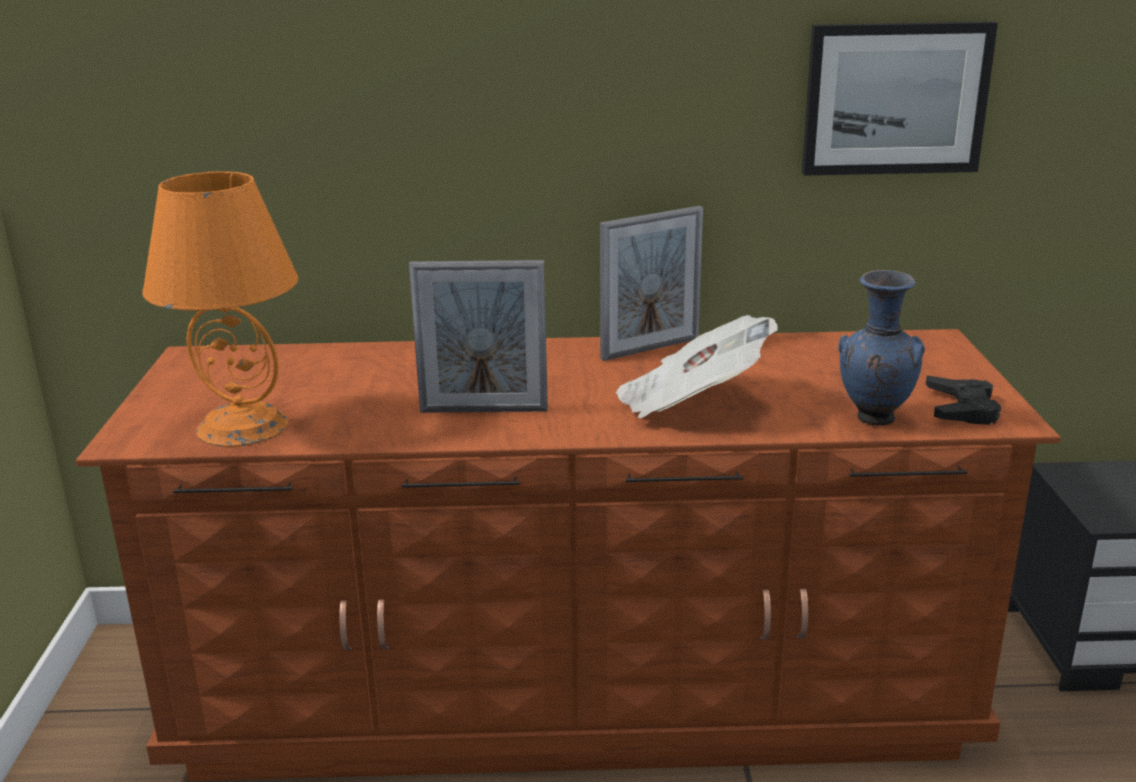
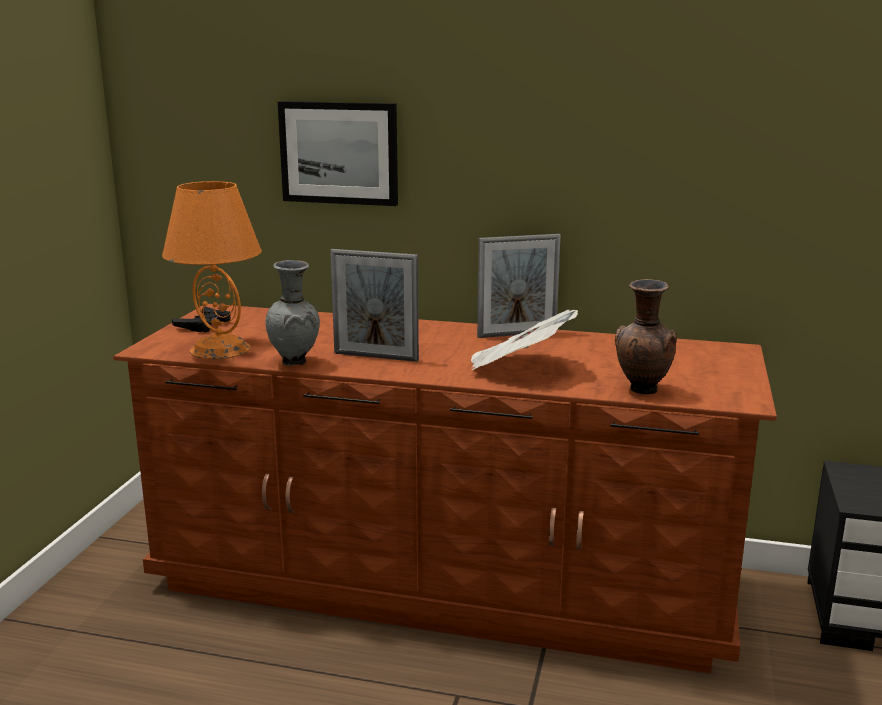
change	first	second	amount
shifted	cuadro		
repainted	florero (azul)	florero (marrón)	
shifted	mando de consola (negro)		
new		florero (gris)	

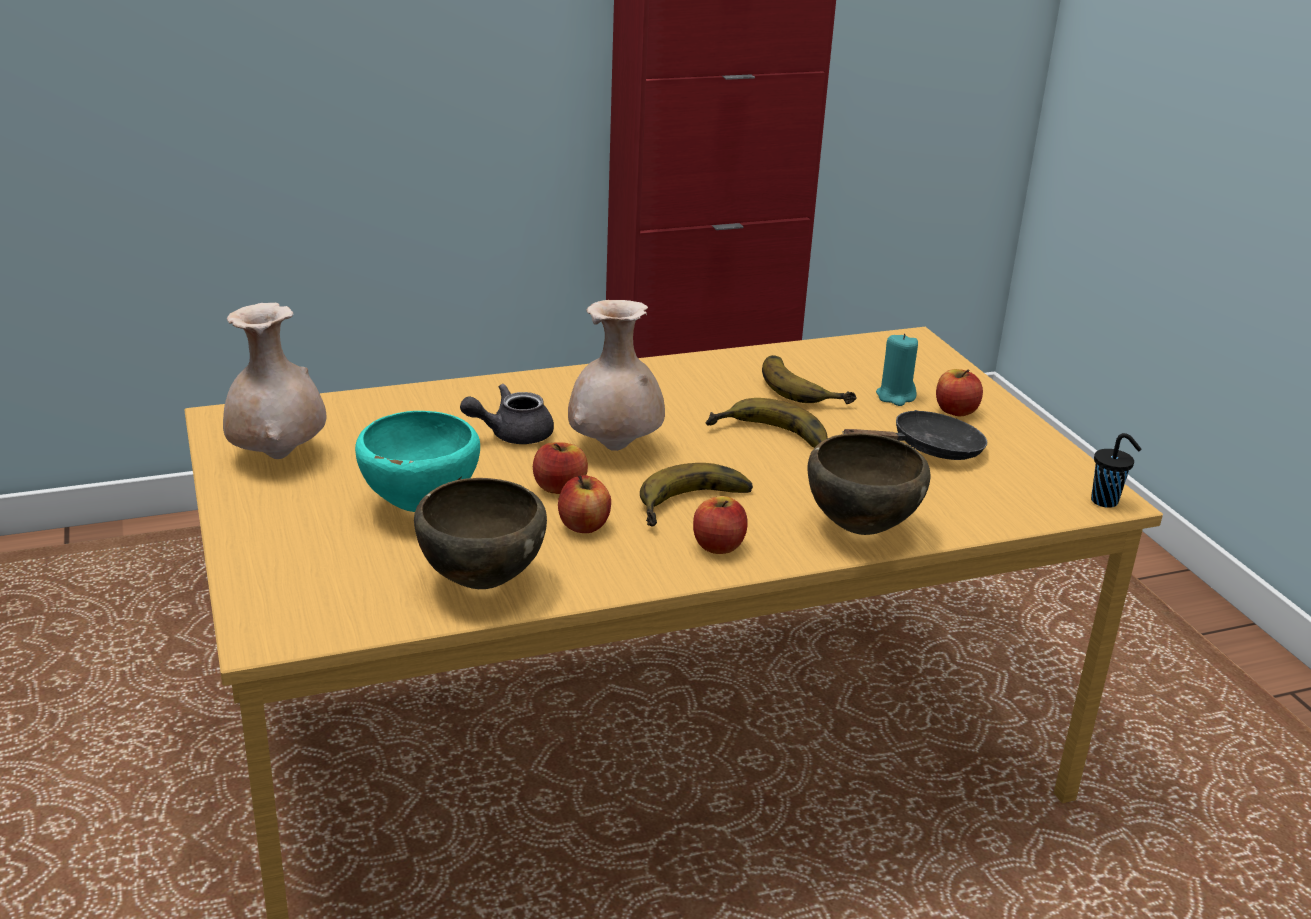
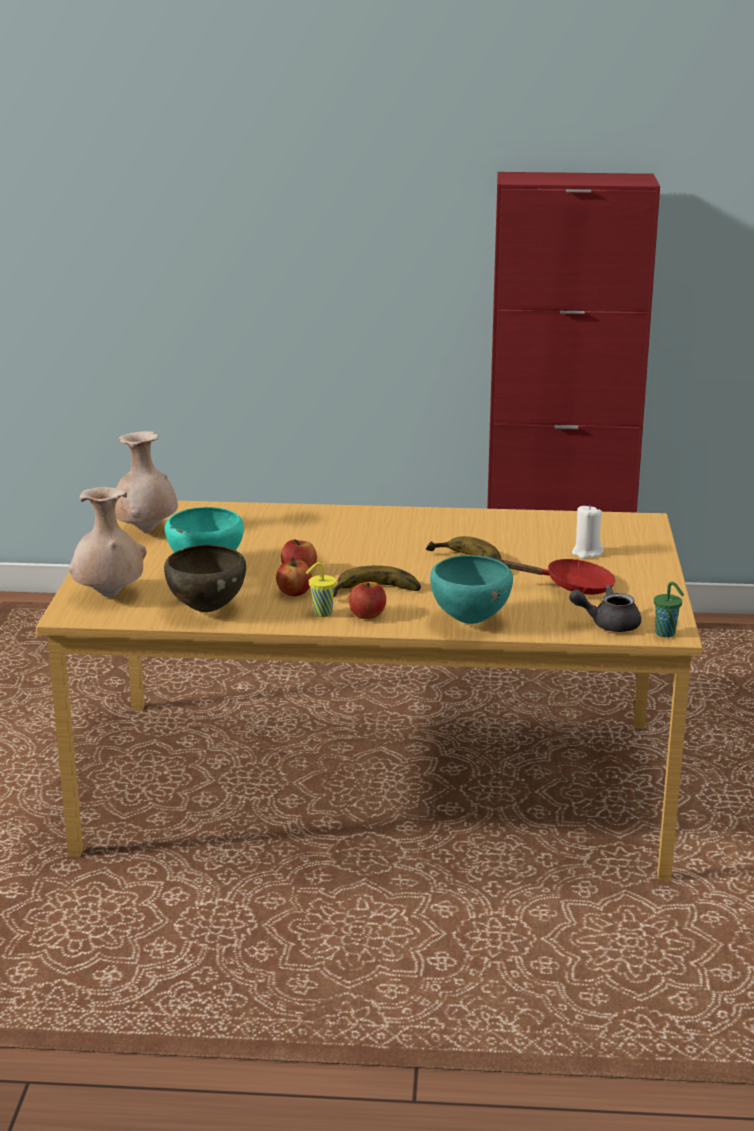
change	first	second	amount
shifted	tetera (gris)		
shifted	florero (beis) (no. 2 from left in the first image)	florero (beis) (no. 1 from left)	
gone	plátano (no. 3 from left)		
repainted	cuenco (marrón) (no. 2 from left)	cuenco (turquesa) (no. 2 from left)	
repainted	sartén (negro)	sartén (rojo)	
repainted	vela (turquesa)	vela (blanco)	
gone	manzana (no. 4 from left)		
repainted	taza (negro)	taza (verde)	
new		taza (amarillo)	

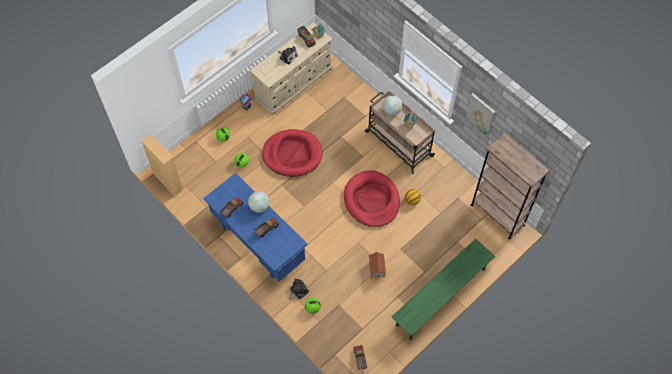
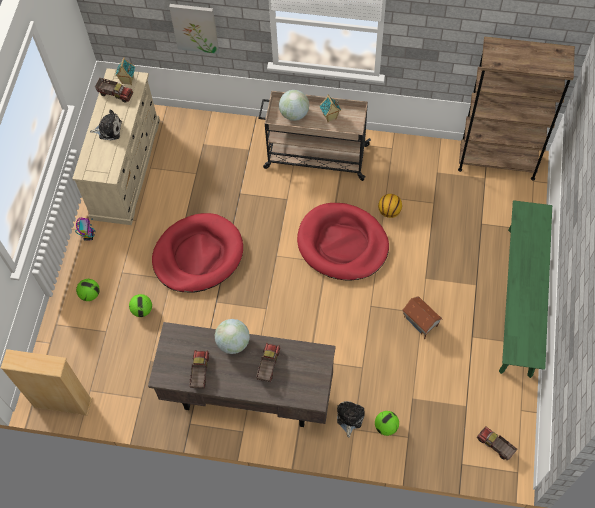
change	first	second	amount
repainted	escritorio (azul)	escritorio (marrón)	
shifted	cuadro		

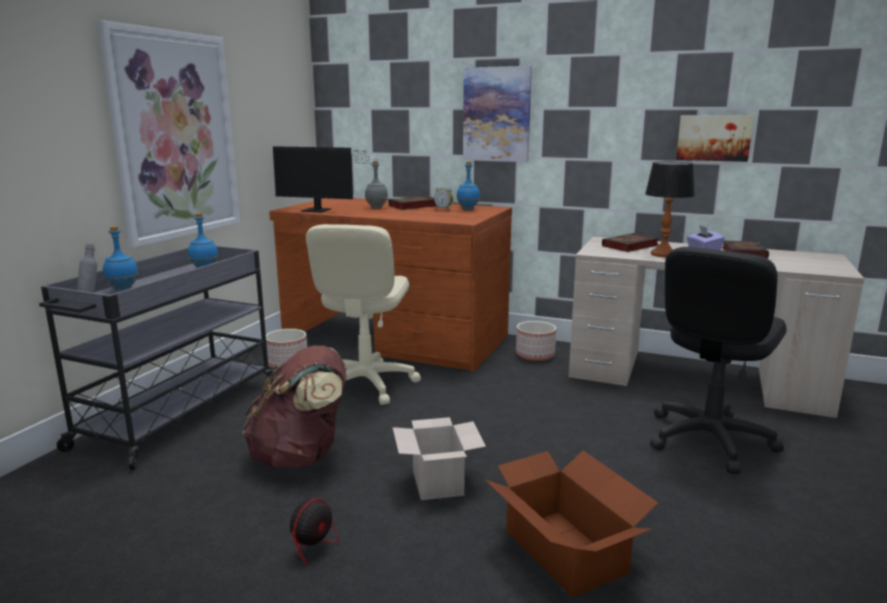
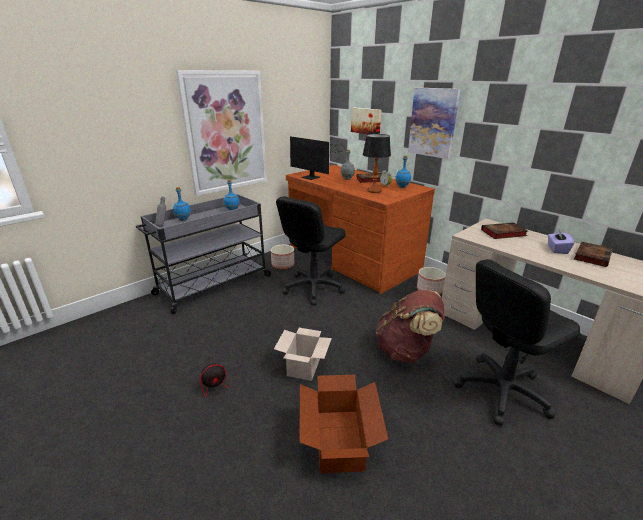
change	first	second	amount
shifted	mochila (marrón)		
repainted	silla de oficina (beis)	silla de oficina (negro) (no. 1 from left)	
shifted	lámpara de mesa		
shifted	cuadro (no. 3 from left in the first image)	cuadro (no. 2 from left)	

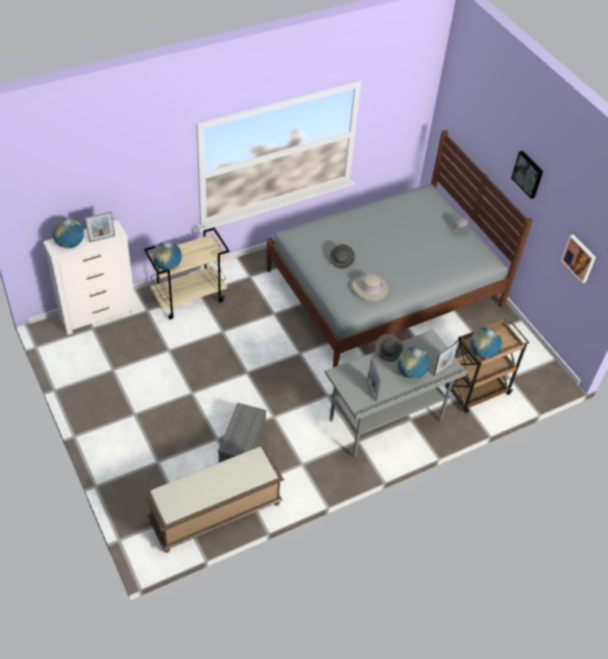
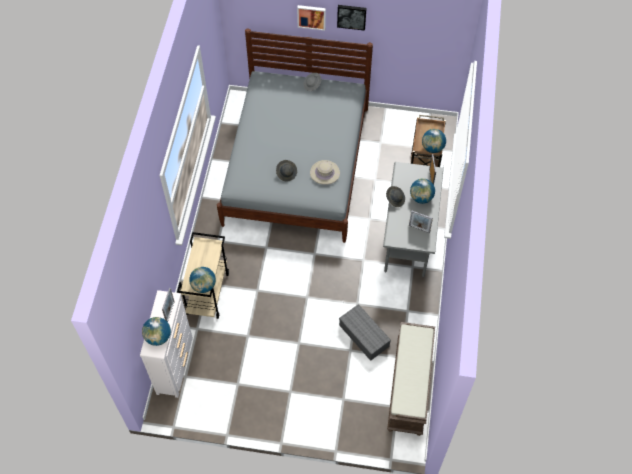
change	first	second	amount
shifted	cuadro (no. 2 from left in the first image)	cuadro (no. 1 from left)	

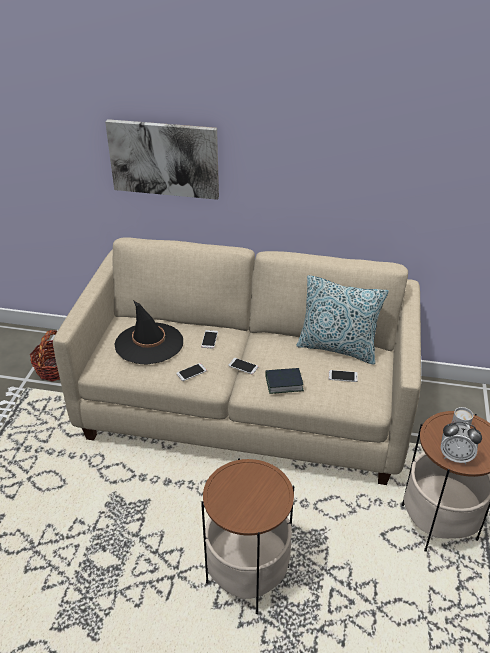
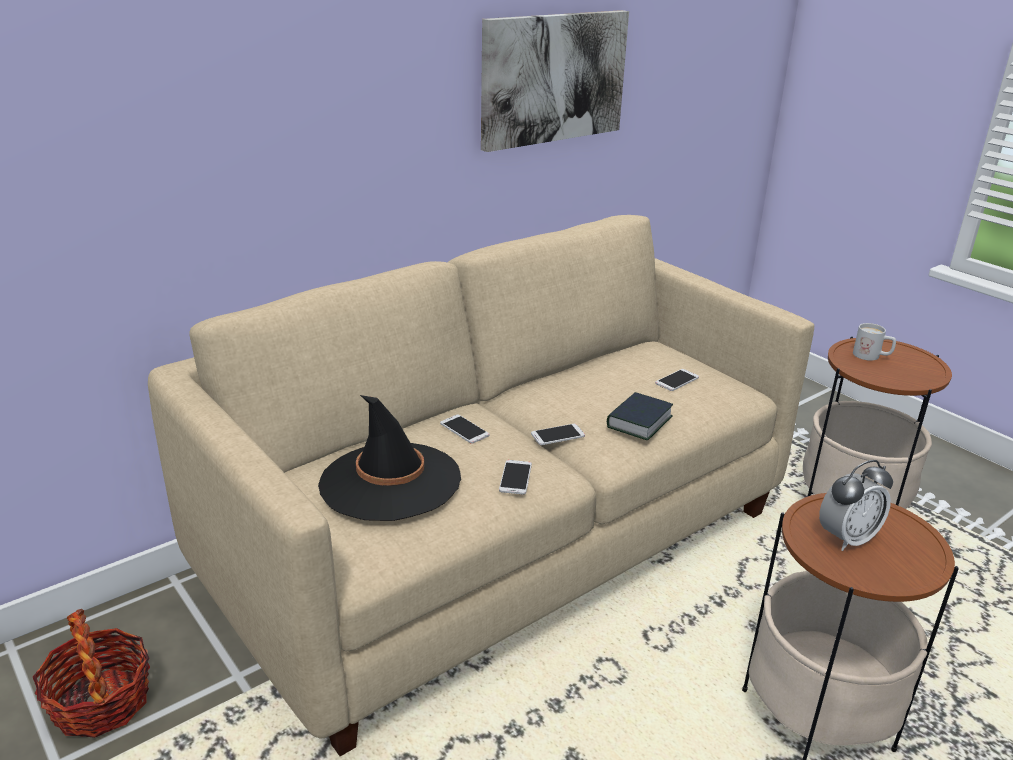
change	first	second	amount
shifted	cuadro		
gone	cojín		
shifted	despertador		

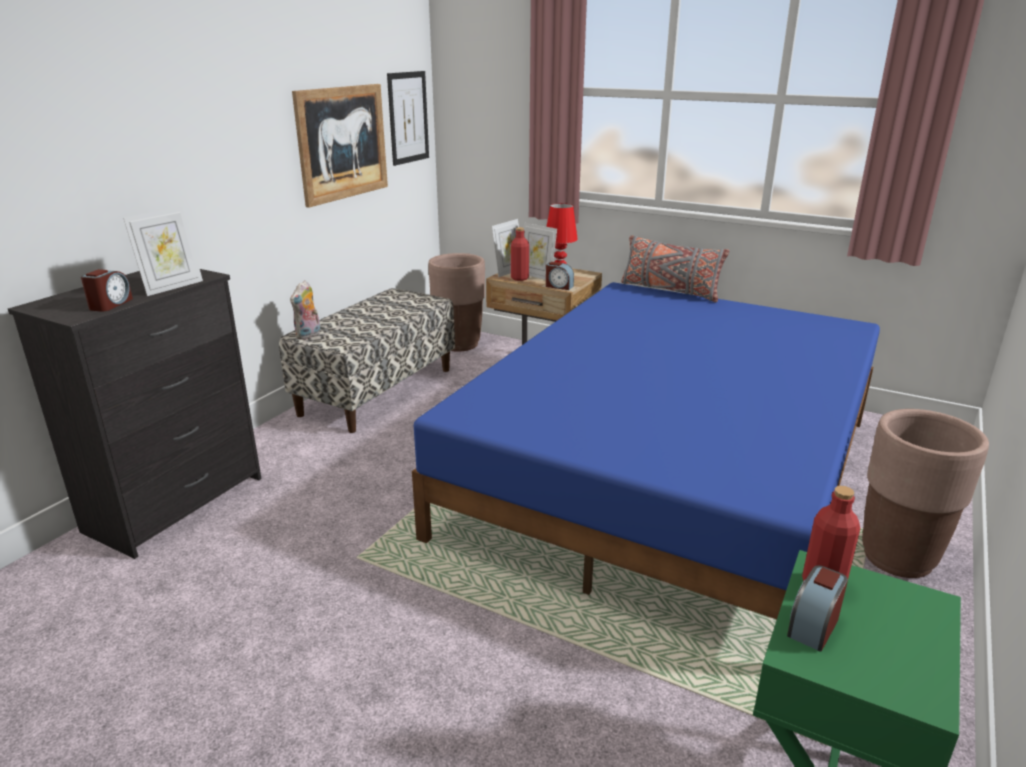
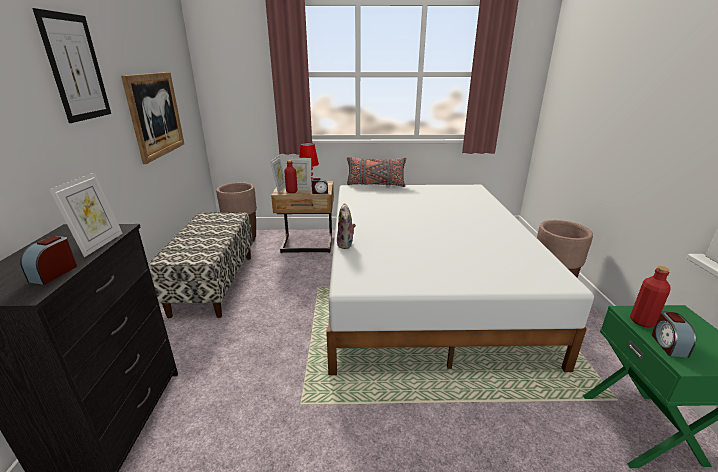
change	first	second	amount
rotated	despertador (no. 1 from left)		150 degrees counterclockwise
shifted	peluche		
shifted	cuadro (no. 2 from left in the first image)	cuadro (no. 1 from left)	
repainted	cama (azul)	cama (blanco)	

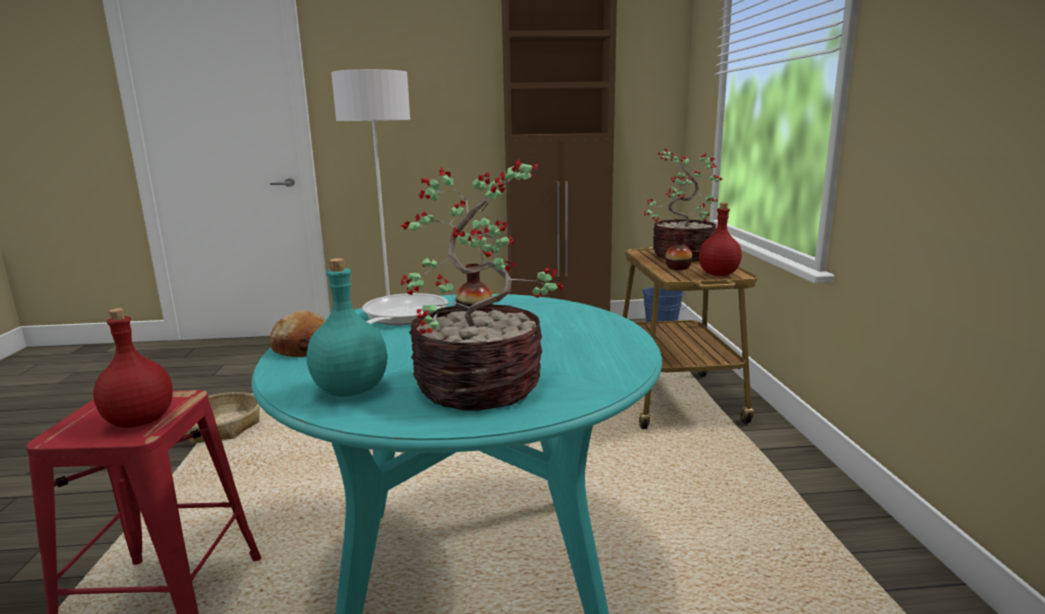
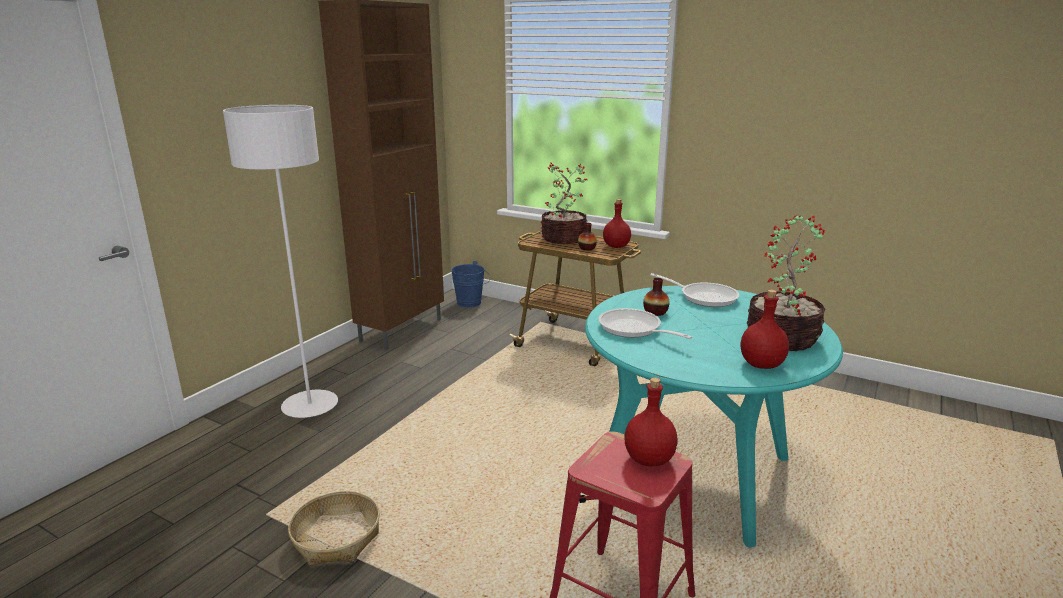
change	first	second	amount
gone	pan		
repainted	botella (turquesa)	botella (rojo) (no. 3 from left)	
new		sartén (no. 2 from left)	

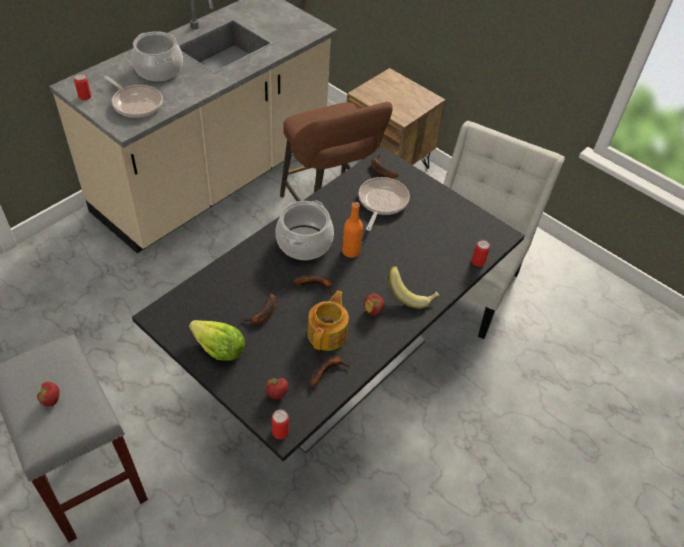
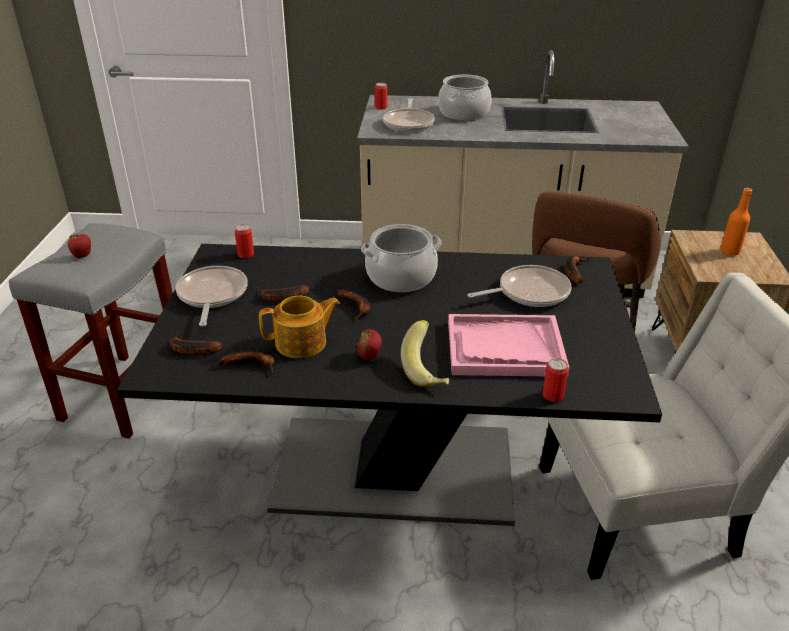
change	first	second	amount
swapped	lechuga	sartén (no. 1 from left)	
swapped	manzana (no. 2 from left)	plátano (no. 1 from left)	
shifted	lata (no. 2 from left in the first image)	lata (no. 1 from left)	
shifted	botella (naranja)		
new		bandeja (rosa)	

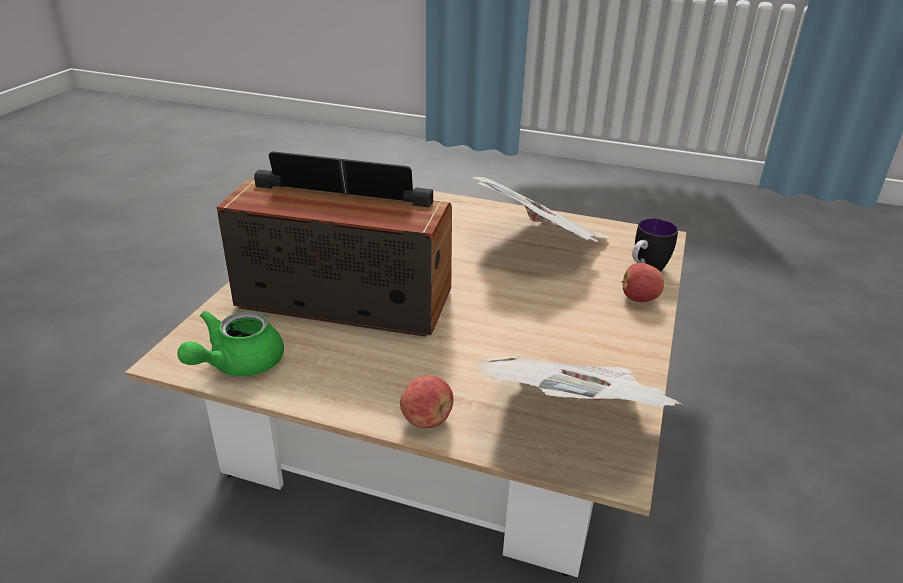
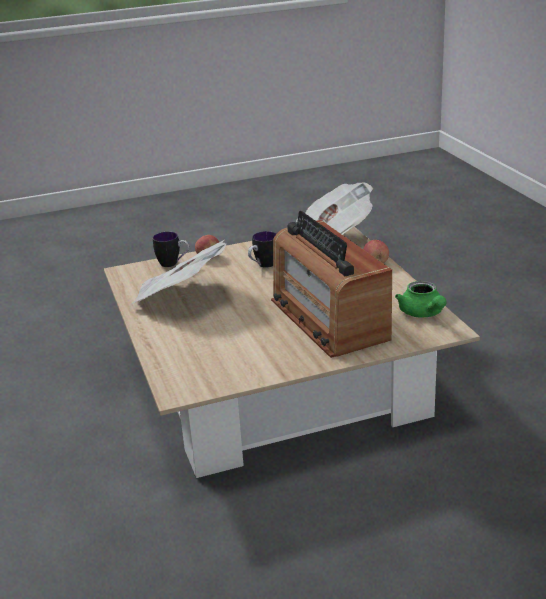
change	first	second	amount
rotated	tetera (verde)		75 degrees clockwise
new		taza grande (no. 2 from left)	

